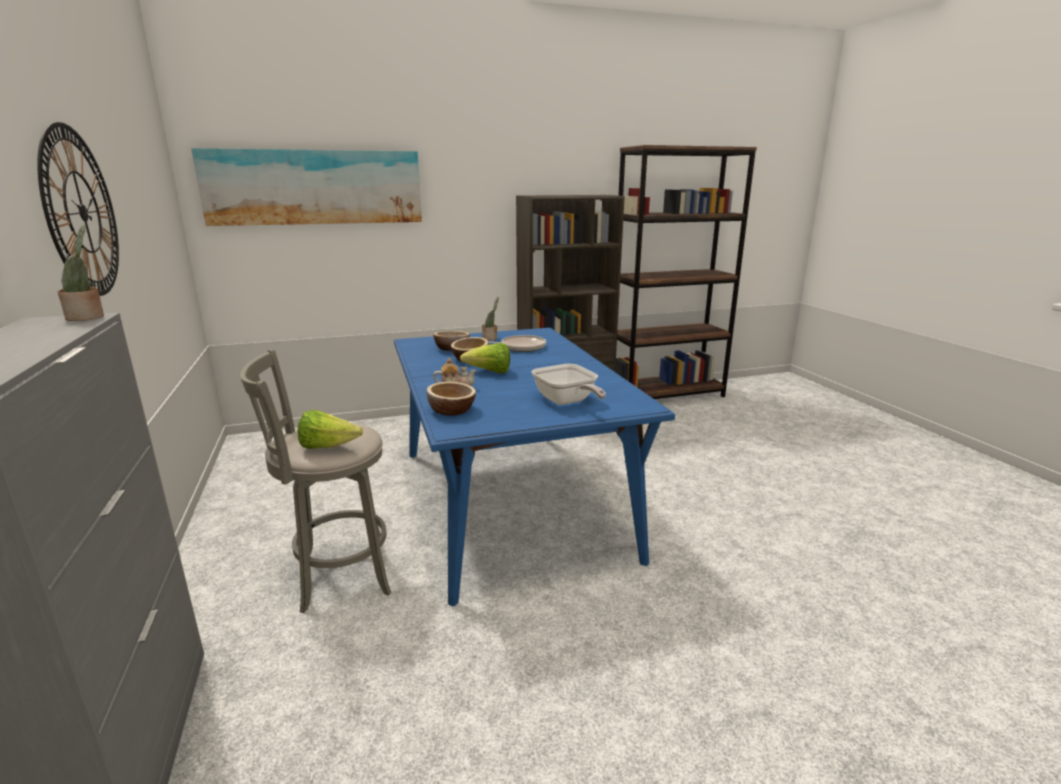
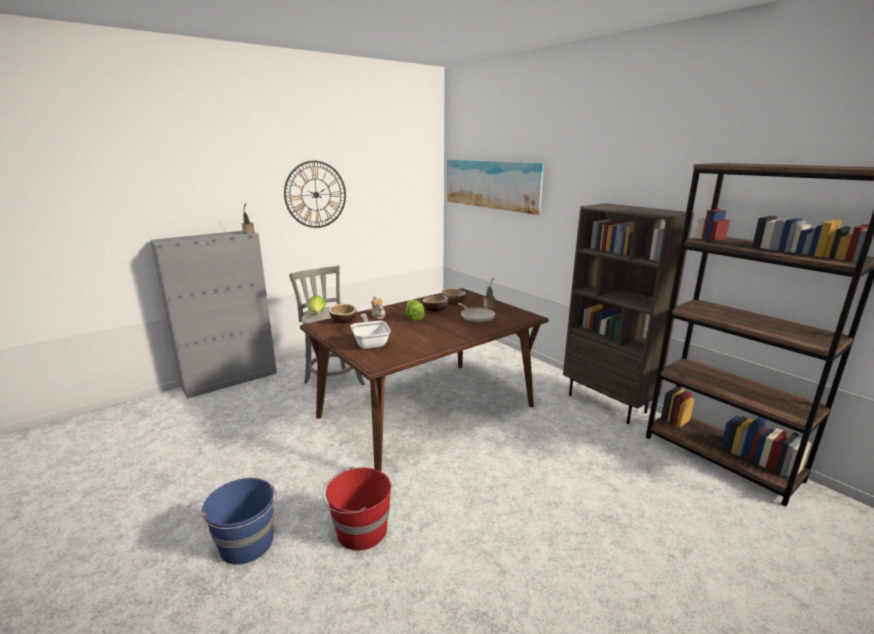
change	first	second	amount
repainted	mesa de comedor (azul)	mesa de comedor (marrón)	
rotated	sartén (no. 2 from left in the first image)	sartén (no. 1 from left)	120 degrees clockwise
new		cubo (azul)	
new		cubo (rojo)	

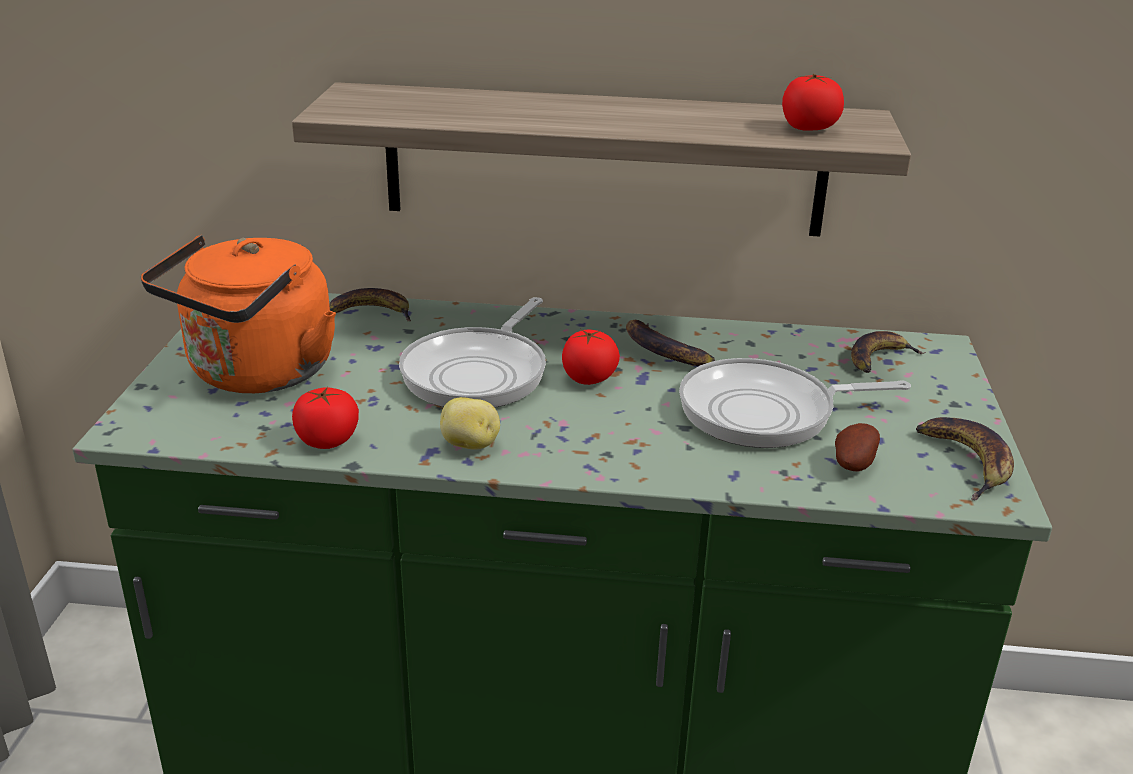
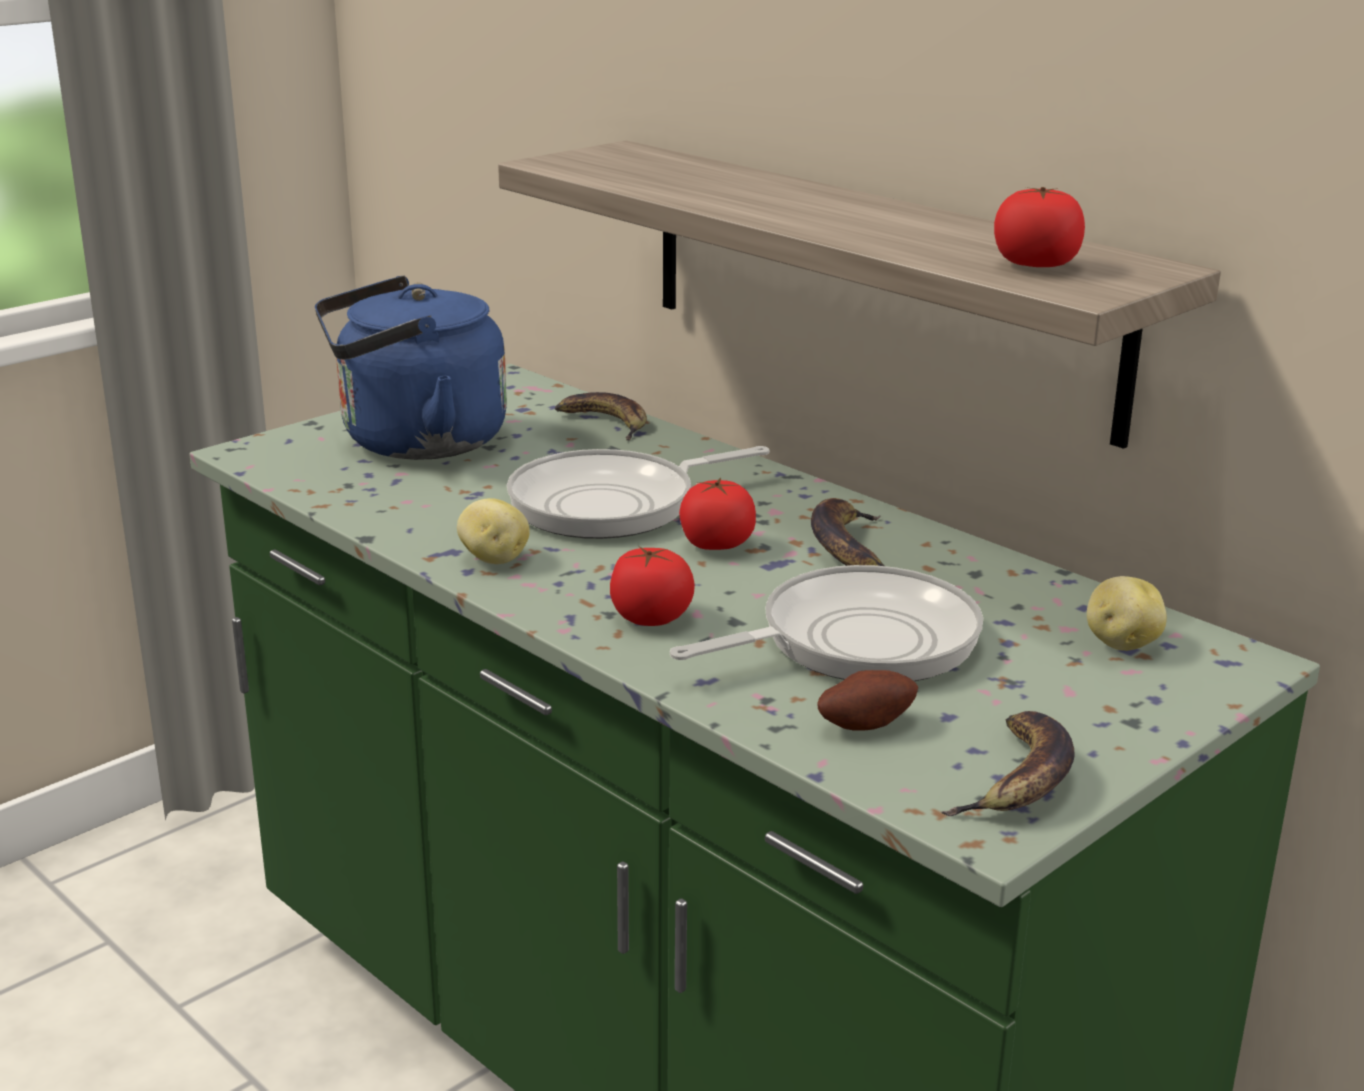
change	first	second	amount
repainted	hervidor (naranja)	hervidor (azul)	
shifted	tomate (no. 1 from left)		
rotated	sartén (no. 2 from left)		120 degrees clockwise
swapped	plátano (no. 3 from left)	patata (no. 3 from left)	

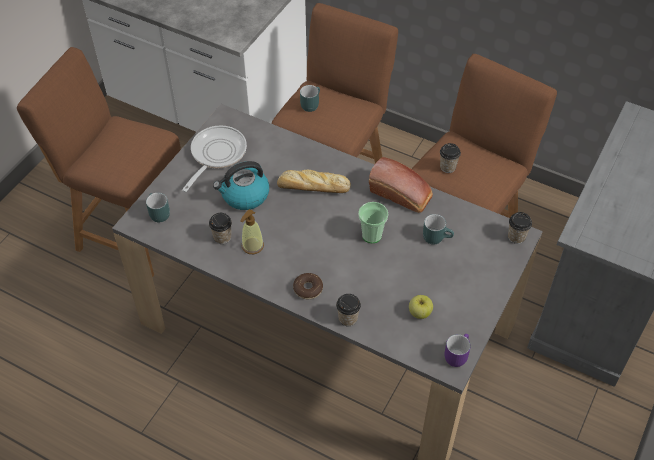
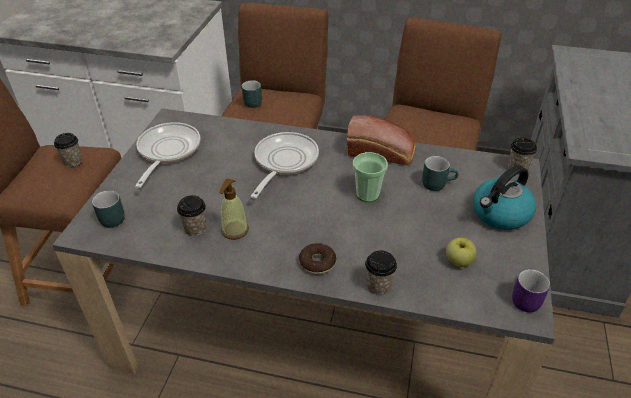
change	first	second	amount
shifted	hervidor		
swapped	pan (no. 1 from left)	sartén (no. 2 from left)	
shifted	taza (no. 4 from left in the first image)	taza (no. 1 from left)	

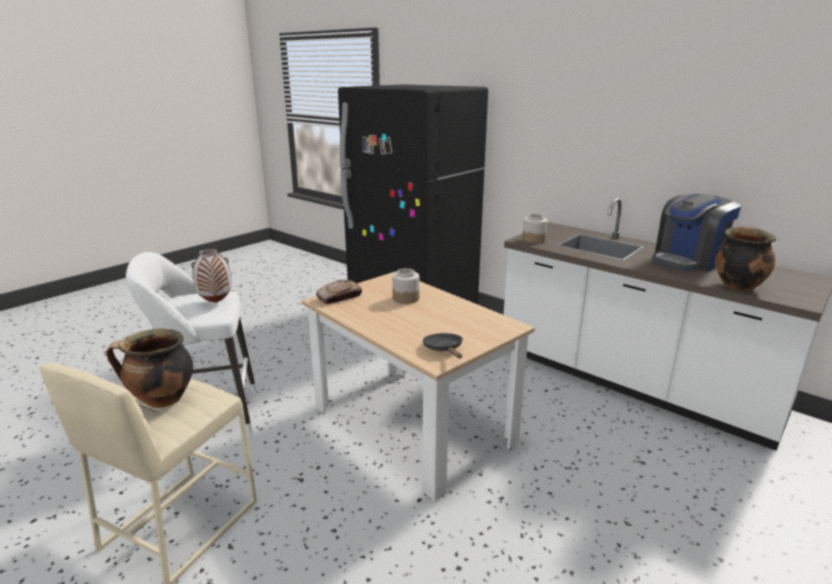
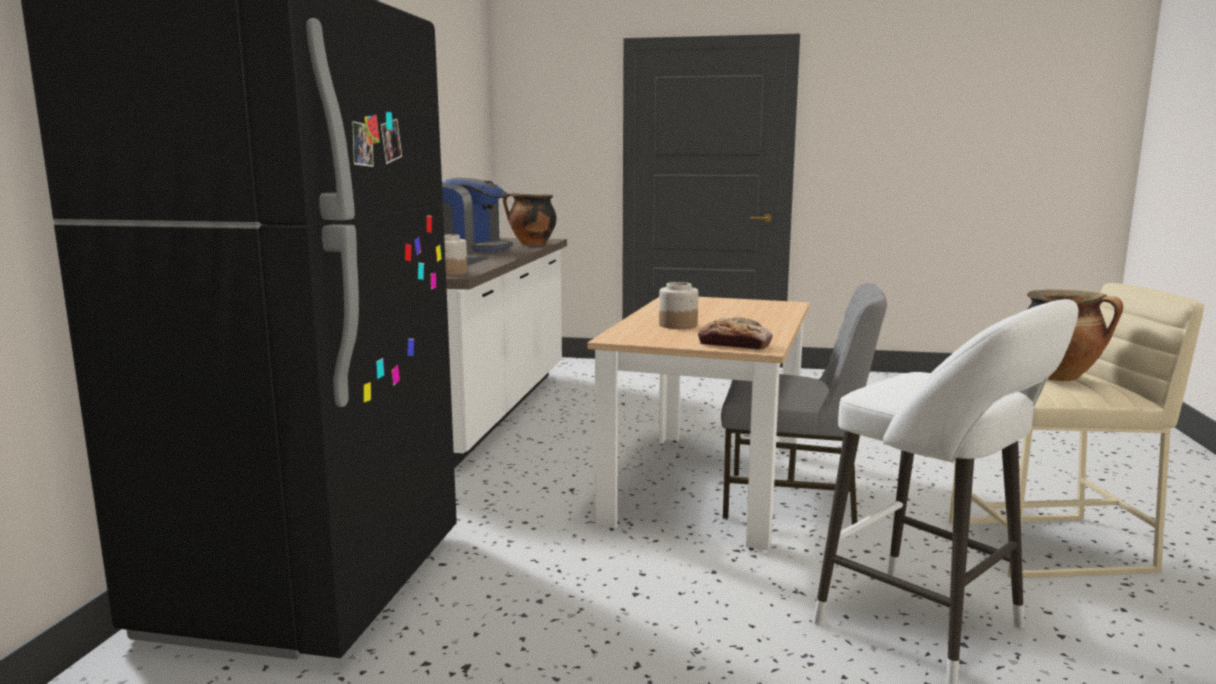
change	first	second	amount
gone	florero		
gone	sartén (negro)		
new		silla (gris)	

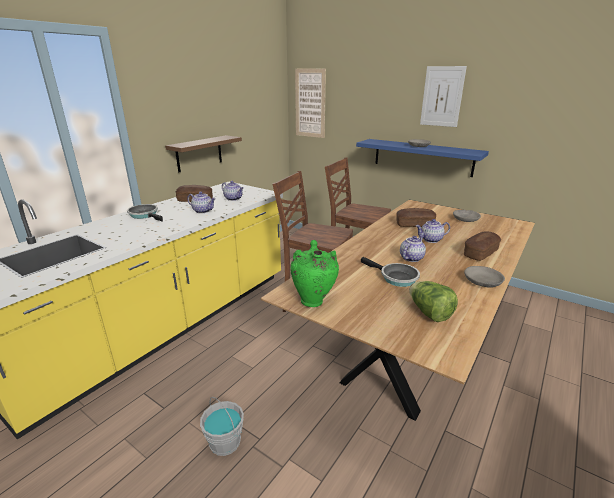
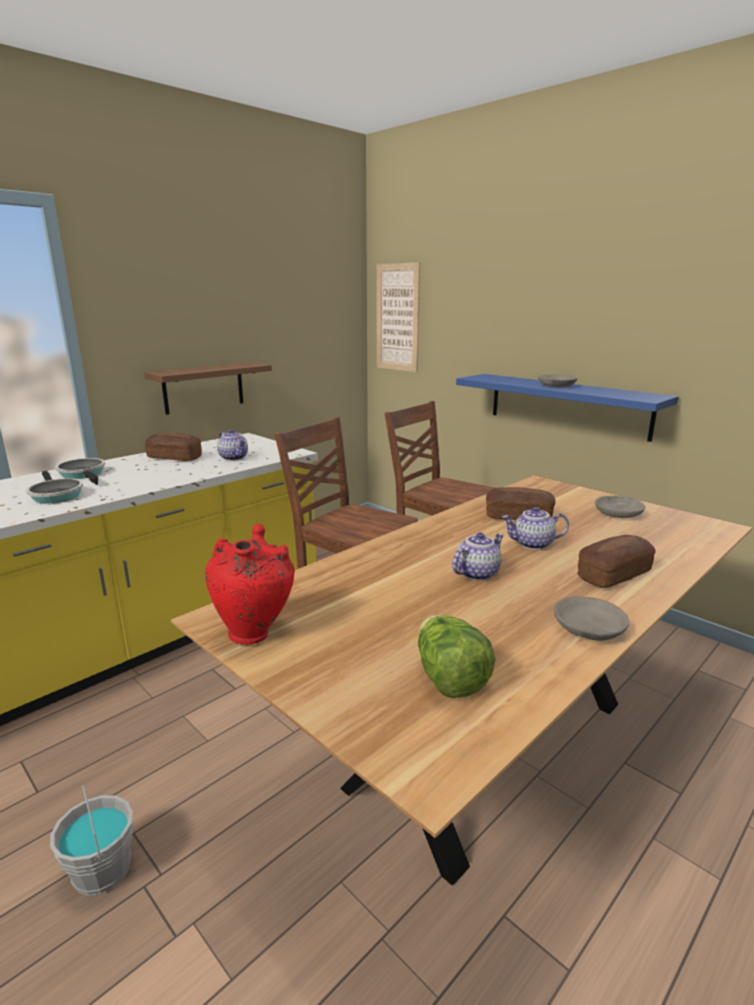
change	first	second	amount
gone	tetera (no. 1 from left)		
repainted	florero (verde)	florero (rojo)	
shifted	sartén (no. 2 from left in the first image)	sartén (no. 1 from left)	
gone	cuadro (no. 2 from left)		

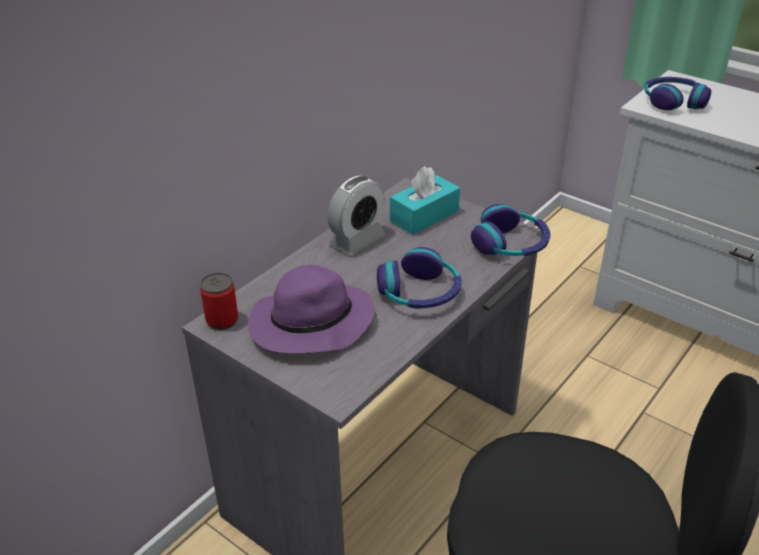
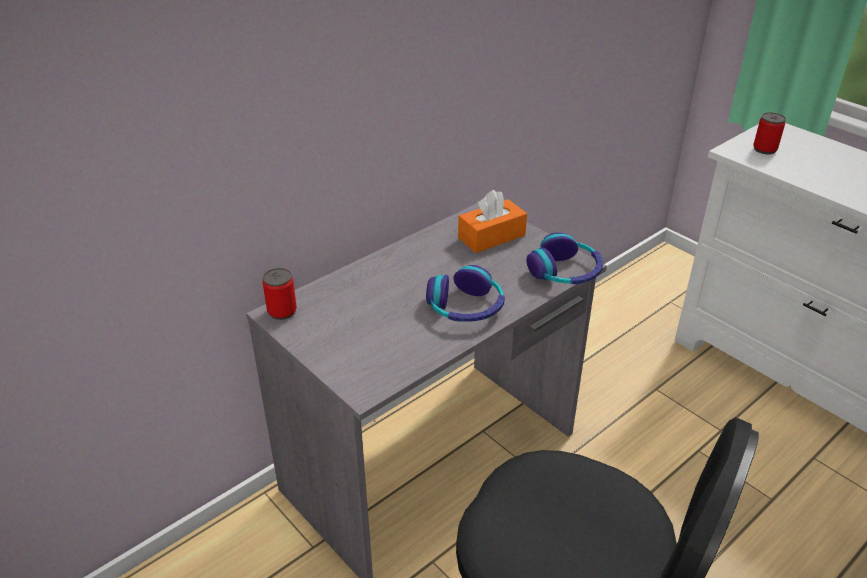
change	first	second	amount
gone	sombrero (morado)		
gone	despertador		
repainted	caja de pañuelos (turquesa)	caja de pañuelos (naranja)	
swapped	auriculares (no. 3 from left)	lata (no. 2 from left)	

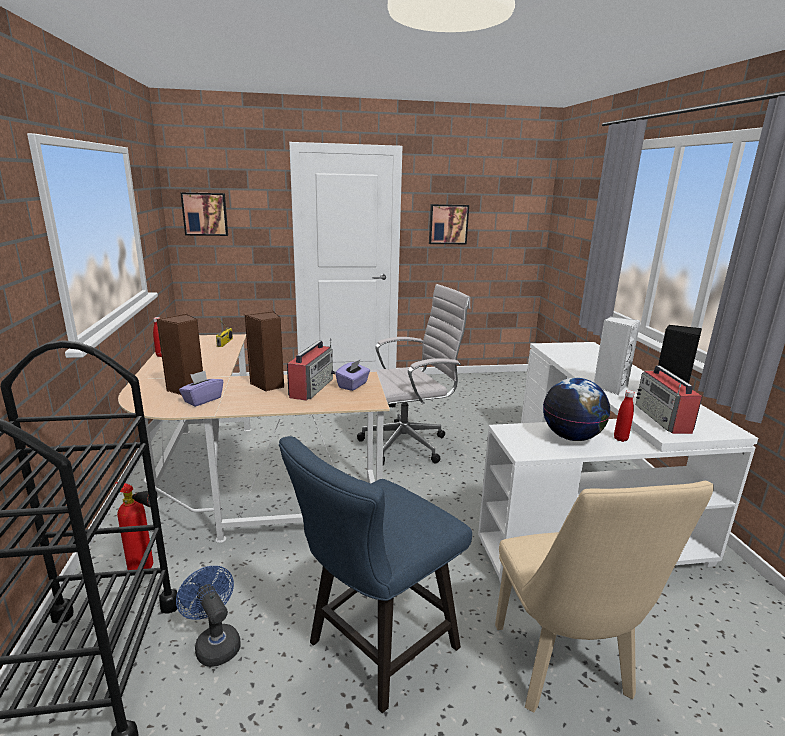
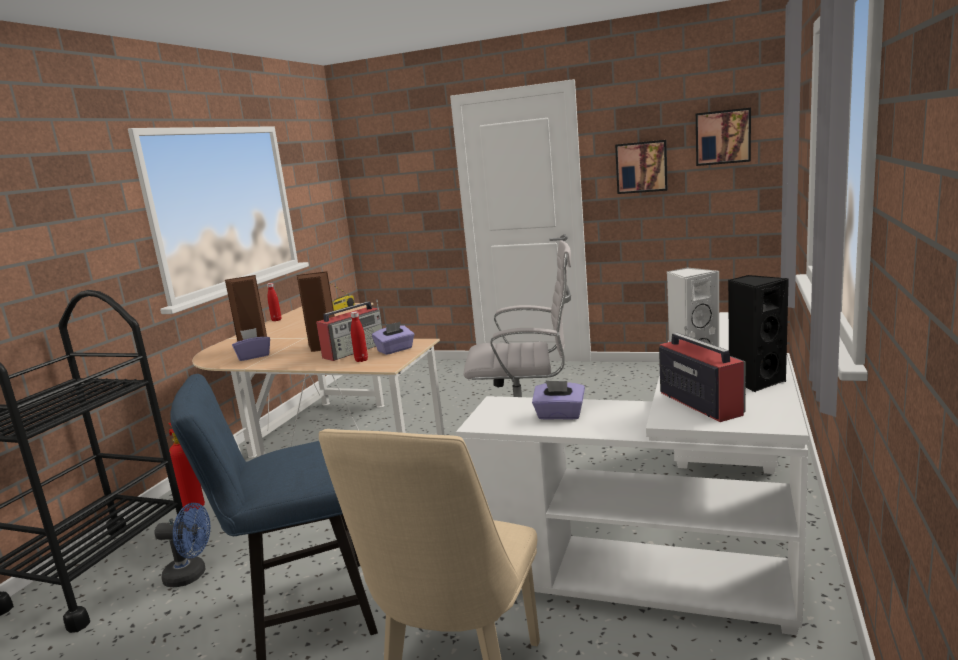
change	first	second	amount
rotated	ventilador (azul)		105 degrees clockwise
shifted	cuadro (no. 1 from left in the first image)	cuadro (no. 2 from left)	
swapped	globo terráqueo	caja de pañuelos (morado) (no. 3 from left)	
shifted	botella (rojo) (no. 2 from left)		
rotated	radio (no. 3 from left)		135 degrees clockwise

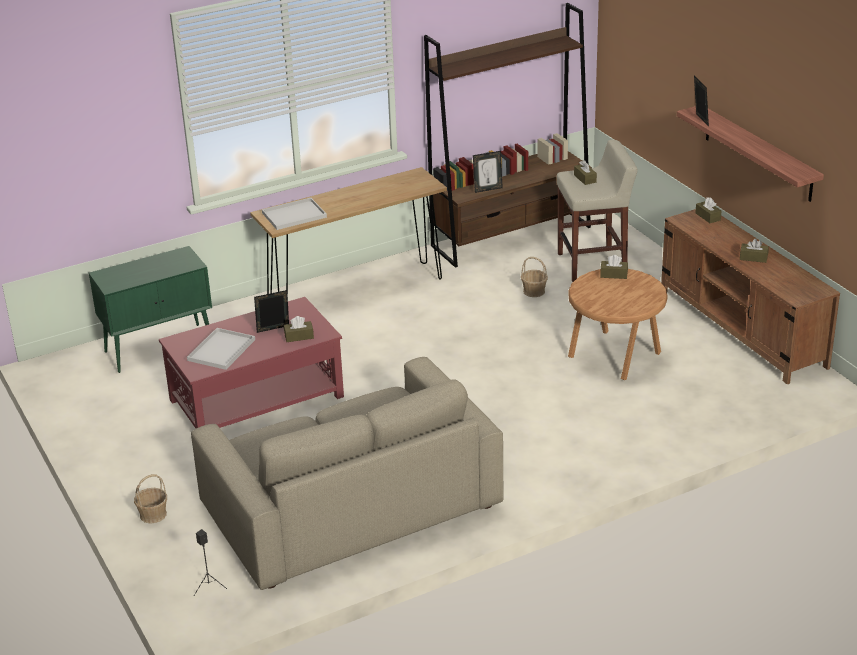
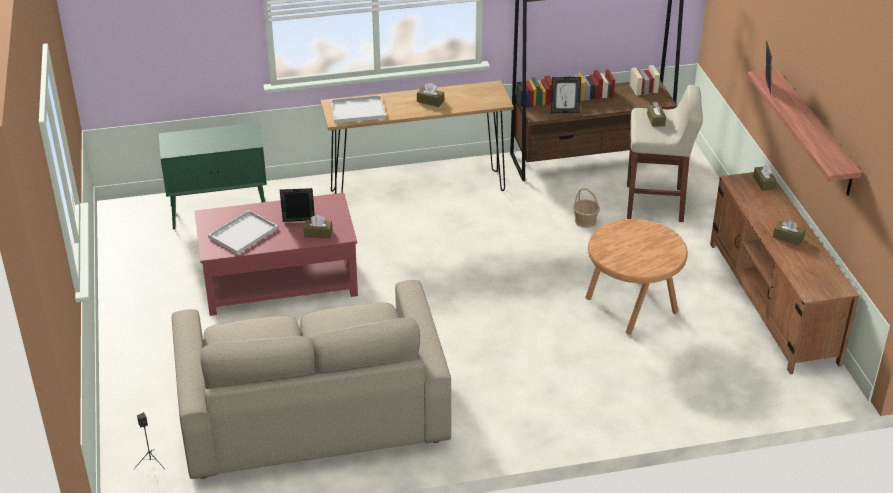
change	first	second	amount
gone	cesta (no. 1 from left)		
shifted	caja de pañuelos (marrón) (no. 3 from left in the first image)	caja de pañuelos (marrón) (no. 2 from left)	

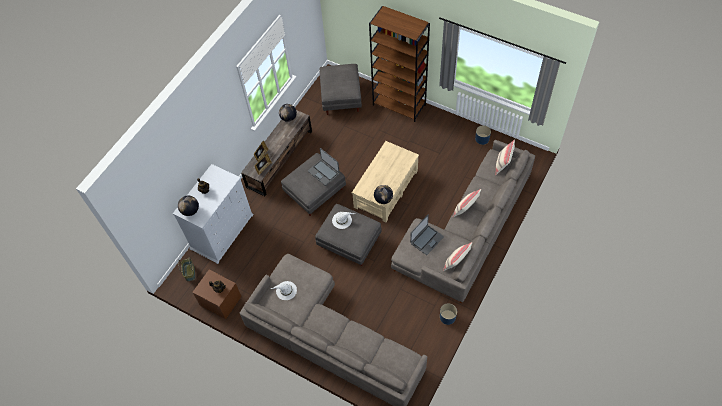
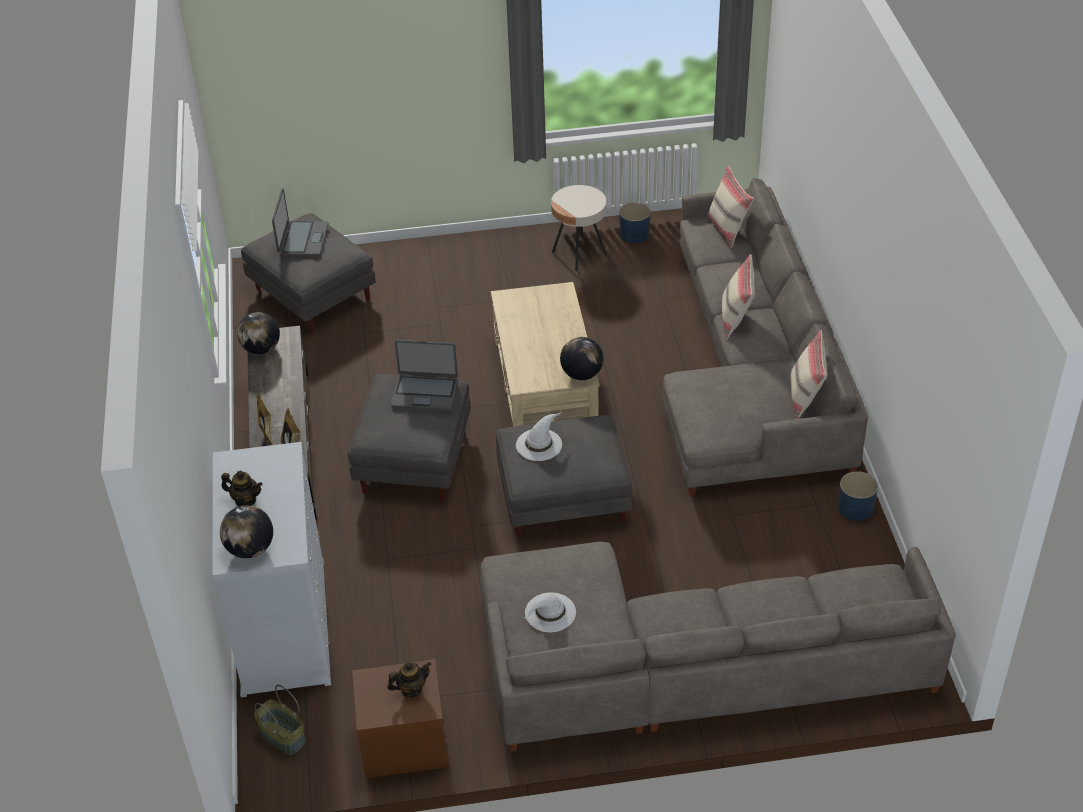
change	first	second	amount
gone	estantería (marrón)		
shifted	portátil (no. 2 from left in the first image)	portátil (no. 1 from left)	
new		mesa auxiliar (beis)	

